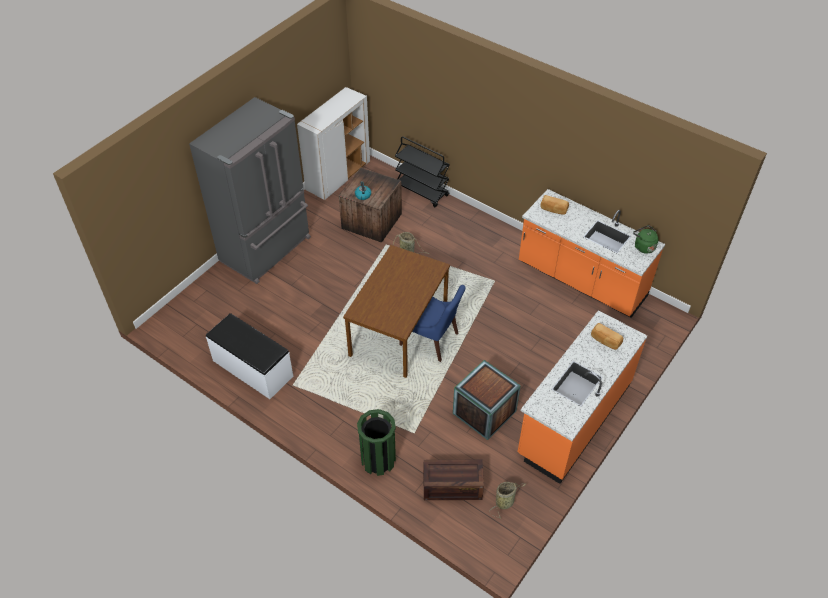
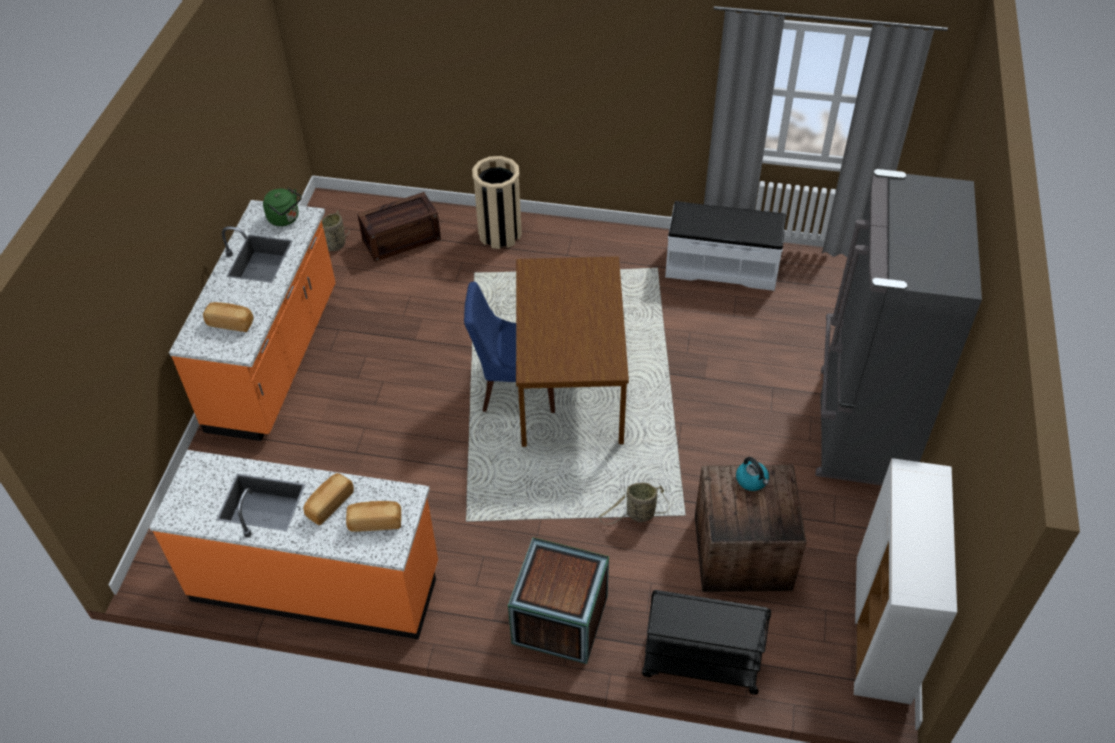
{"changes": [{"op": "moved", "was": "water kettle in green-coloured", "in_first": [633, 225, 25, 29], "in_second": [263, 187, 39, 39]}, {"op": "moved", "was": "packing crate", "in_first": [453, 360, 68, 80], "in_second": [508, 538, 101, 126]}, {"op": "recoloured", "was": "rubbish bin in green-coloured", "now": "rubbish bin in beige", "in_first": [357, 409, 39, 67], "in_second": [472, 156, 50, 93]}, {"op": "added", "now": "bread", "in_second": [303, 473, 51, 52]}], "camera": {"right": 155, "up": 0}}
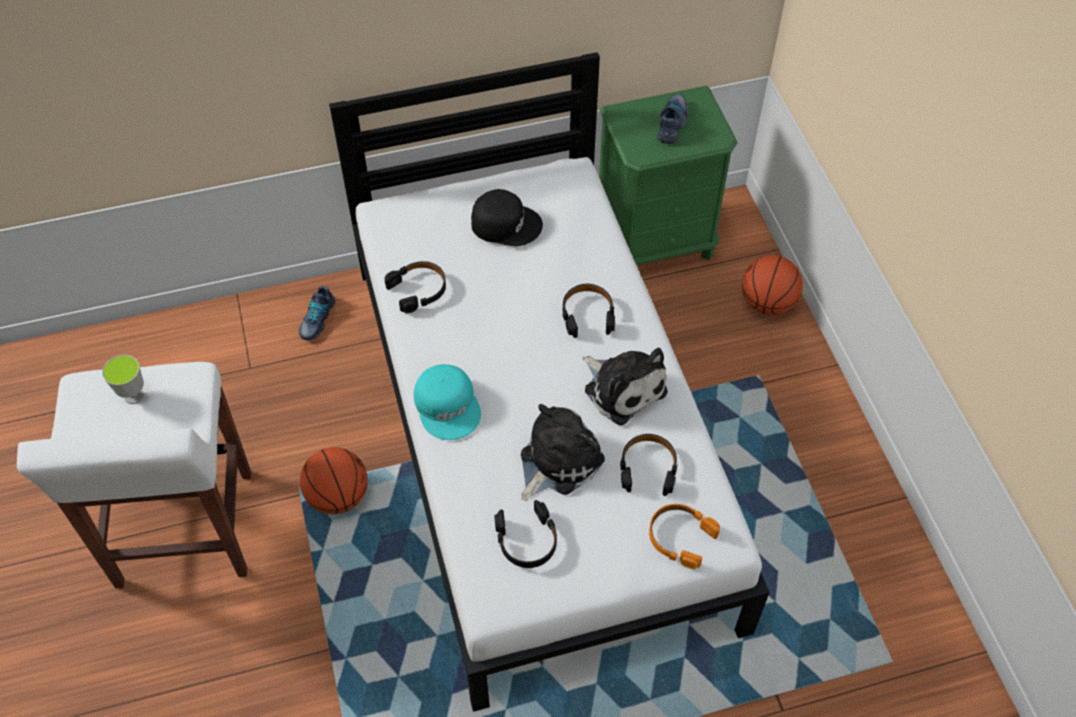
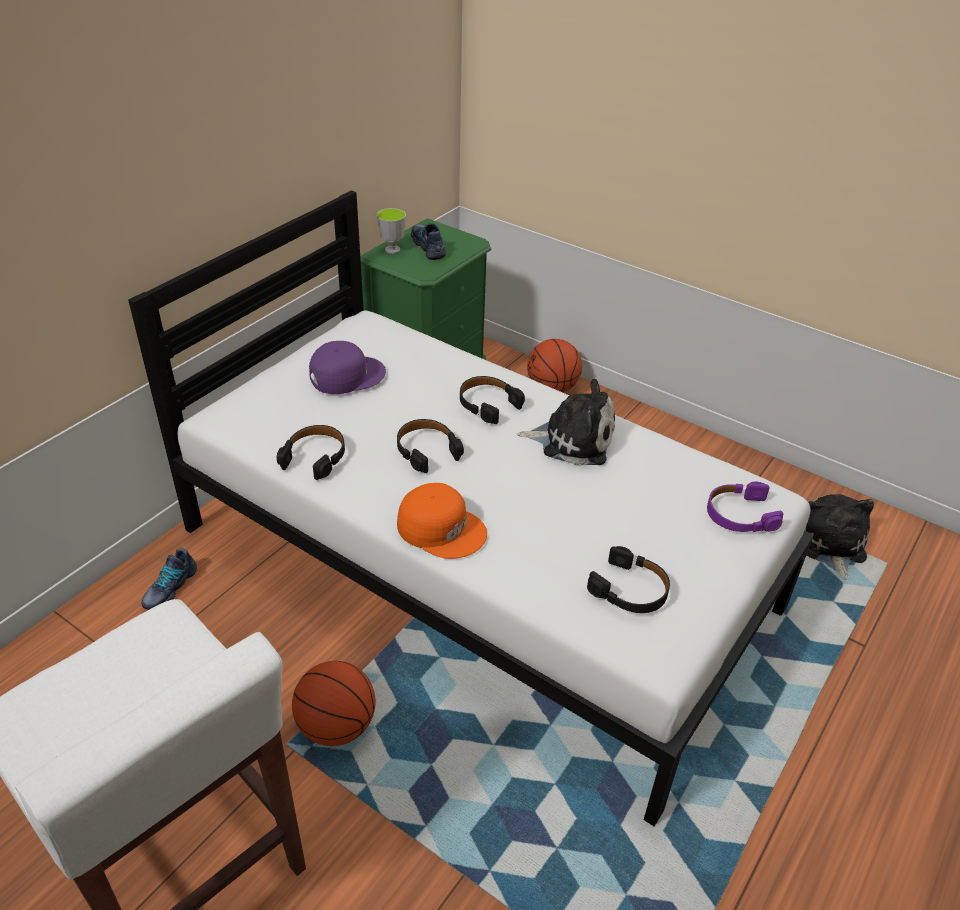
{"changes": [{"op": "recoloured", "was": "cap in black", "now": "cap in purple-coloured", "in_first": [471, 189, 72, 57], "in_second": [309, 341, 77, 53]}, {"op": "turned", "was": "low shoe", "in_first": [299, 286, 36, 54], "in_second": [142, 548, 55, 62], "clockwise": 45}, {"op": "moved", "was": "drinking cup", "in_first": [102, 355, 42, 49], "in_second": [377, 208, 29, 46]}, {"op": "recoloured", "was": "cap in blue-green", "now": "cap in orange", "in_first": [414, 364, 67, 76], "in_second": [397, 483, 90, 76]}, {"op": "moved", "was": "plush toy", "in_first": [521, 404, 84, 97], "in_second": [805, 494, 69, 86]}, {"op": "moved", "was": "pair of headphones in black", "in_first": [620, 434, 58, 62], "in_second": [397, 419, 67, 54]}, {"op": "recoloured", "was": "pair of headphones in orange", "now": "pair of headphones in purple-coloured", "in_first": [649, 504, 71, 65], "in_second": [707, 481, 76, 51]}], "camera": {"right": -40, "up": -15}}
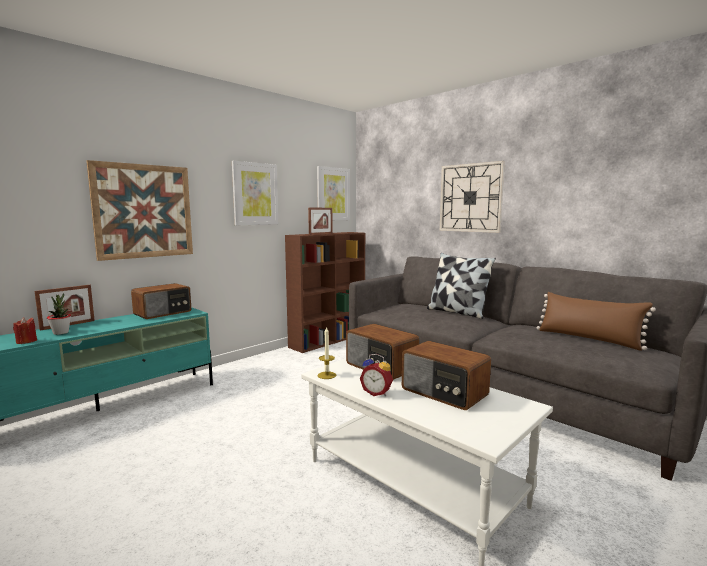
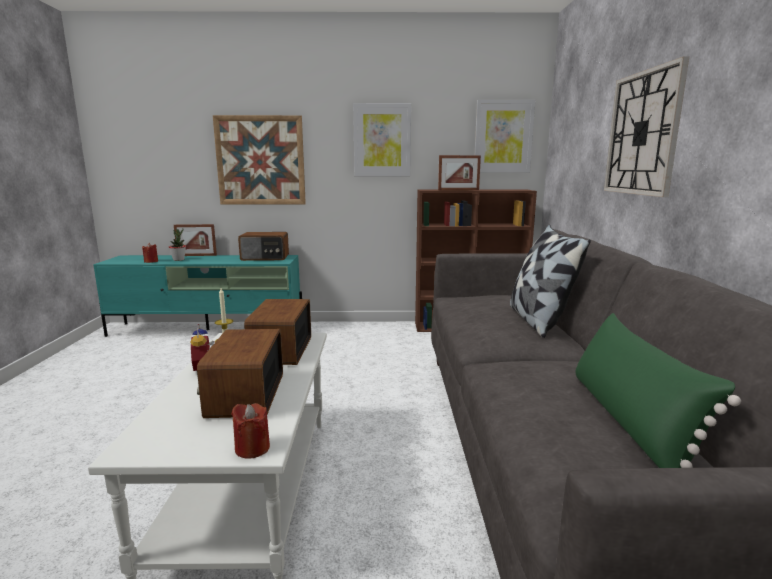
{"changes": [{"op": "recoloured", "was": "cushion in brown", "now": "cushion in green-coloured", "in_first": [536, 292, 120, 59], "in_second": [575, 313, 166, 155]}, {"op": "added", "now": "wax candle in red", "in_second": [231, 403, 39, 56]}], "camera": {"right": 45, "up": 5}}
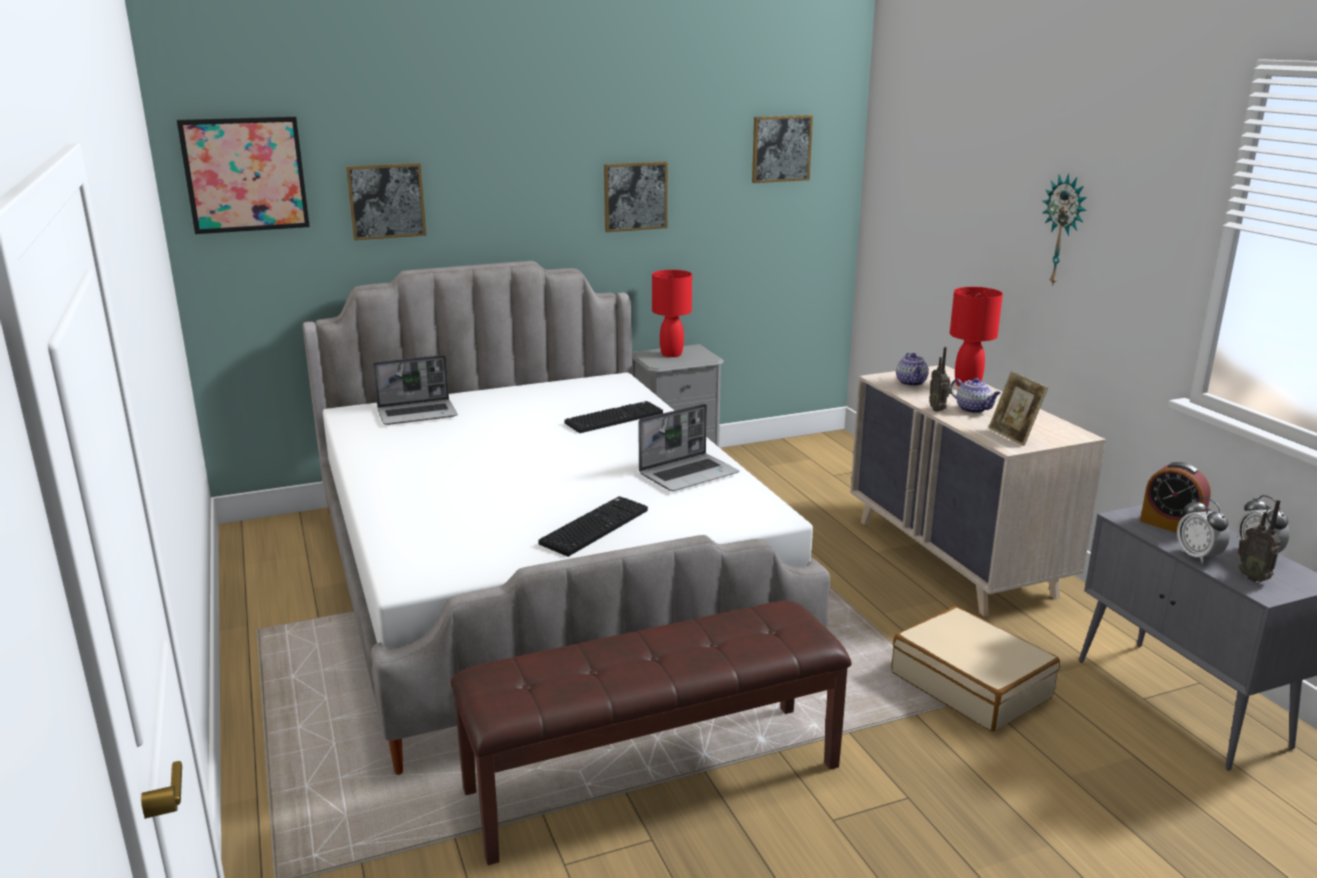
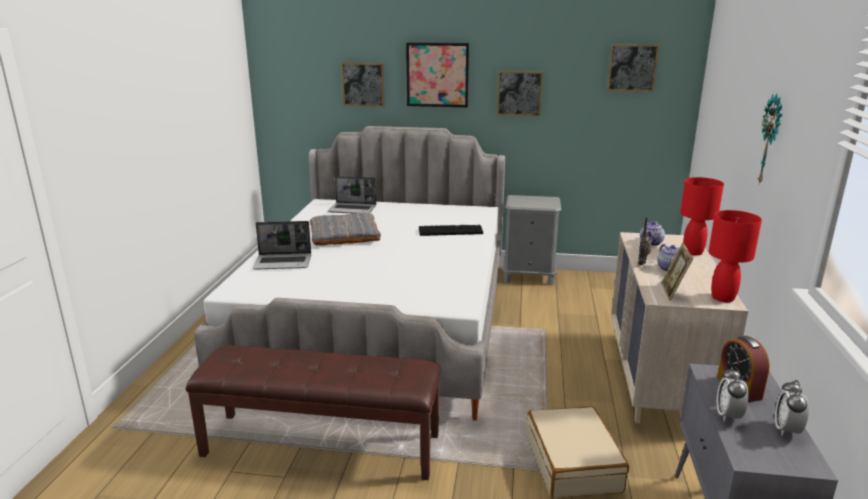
{"changes": [{"op": "moved", "was": "wall picture", "in_first": [177, 117, 133, 117], "in_second": [406, 42, 63, 65]}, {"op": "moved", "was": "lamp for a table in red", "in_first": [652, 270, 40, 87], "in_second": [708, 210, 54, 92]}, {"op": "moved", "was": "laptop", "in_first": [639, 404, 100, 87], "in_second": [253, 221, 58, 48]}, {"op": "removed", "was": "PC keyboard", "in_first": [538, 496, 110, 61]}, {"op": "removed", "was": "radio receiver", "in_first": [1237, 500, 44, 82]}, {"op": "added", "now": "cushion in grey", "in_second": [310, 212, 71, 34]}], "camera": {"right": 30, "up": 0}}
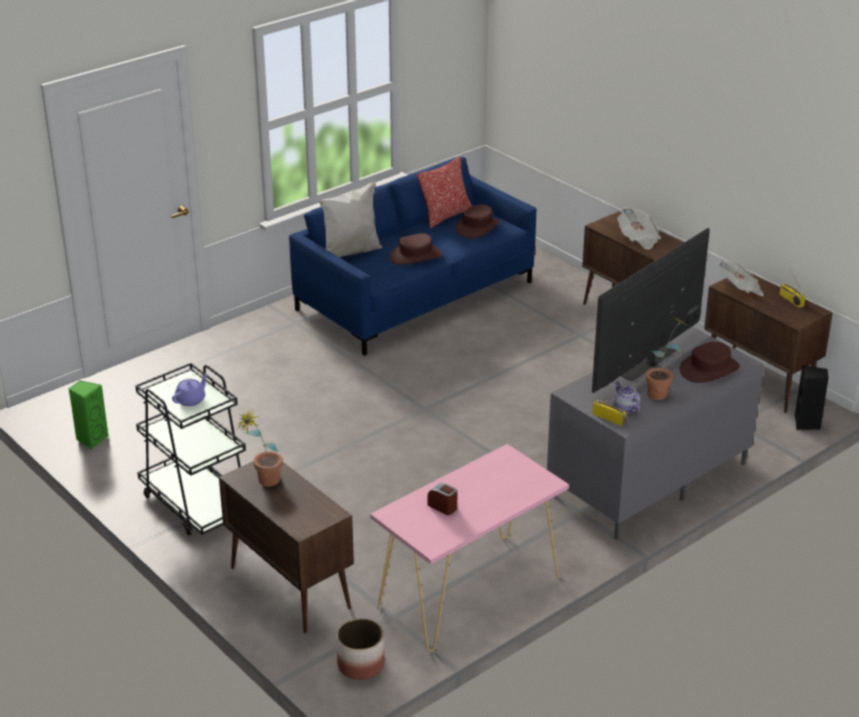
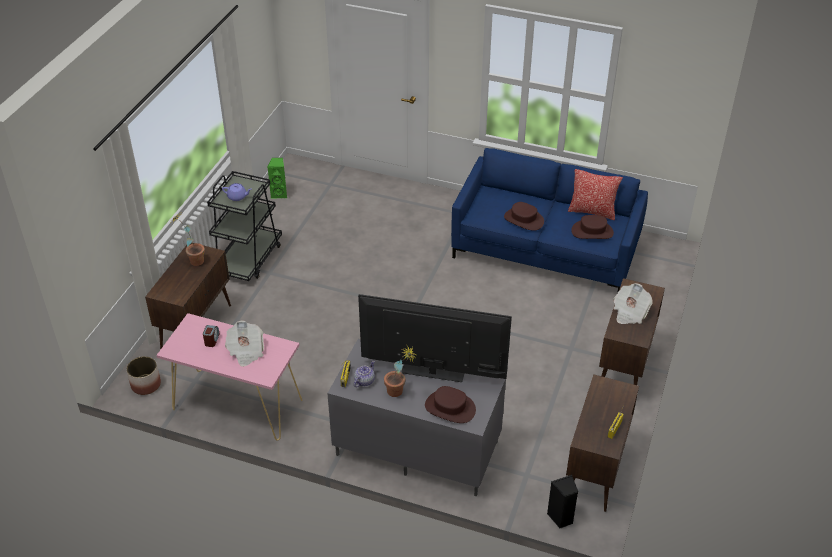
{"changes": [{"op": "removed", "was": "cushion in white", "in_first": [317, 181, 65, 76]}, {"op": "moved", "was": "newspaper", "in_first": [718, 260, 46, 36], "in_second": [225, 320, 39, 47]}], "camera": {"right": 60, "up": 10}}
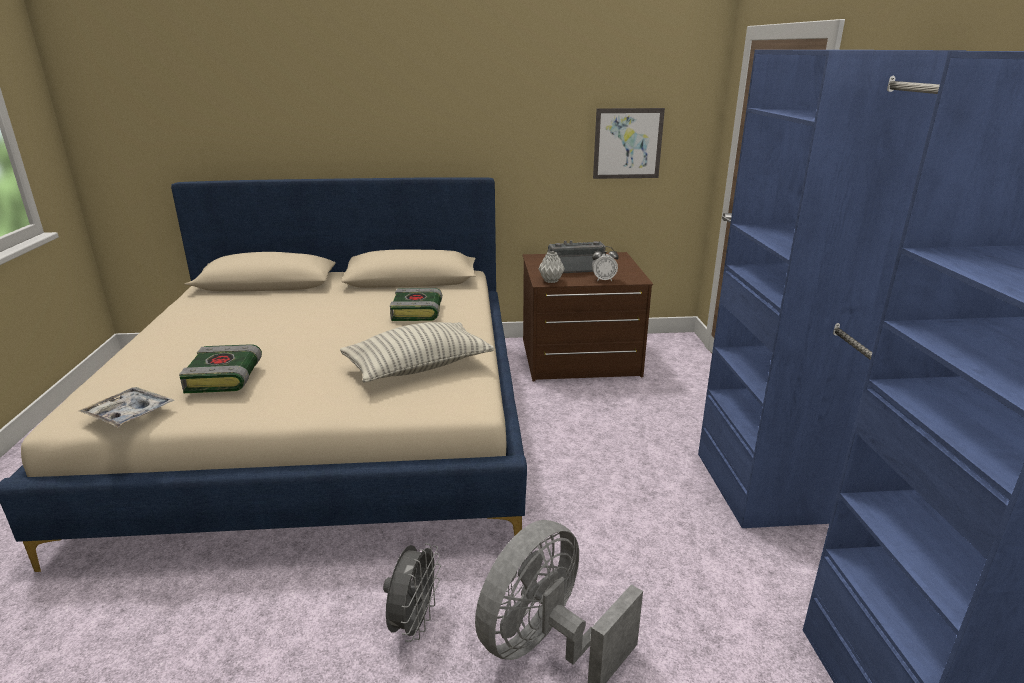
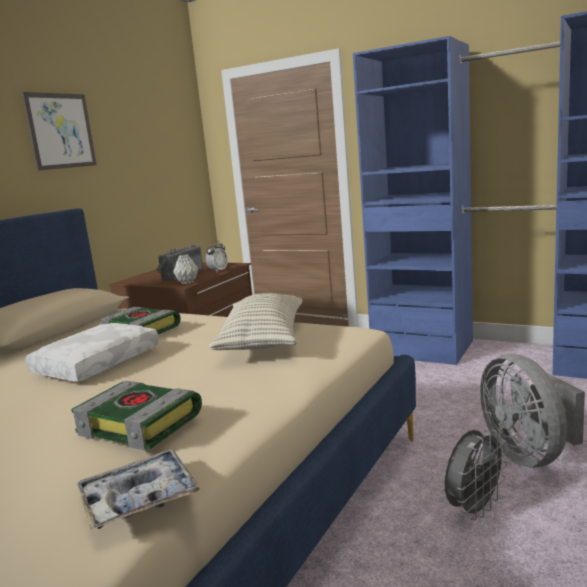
{"changes": [{"op": "moved", "was": "wall picture", "in_first": [593, 108, 72, 71], "in_second": [22, 92, 75, 79]}, {"op": "turned", "was": "electric fan in grey", "in_first": [383, 543, 58, 99], "in_second": [445, 430, 63, 90], "clockwise": 90}, {"op": "added", "now": "cushion in white", "in_second": [26, 323, 133, 59]}], "camera": {"right": -55, "up": -10}}
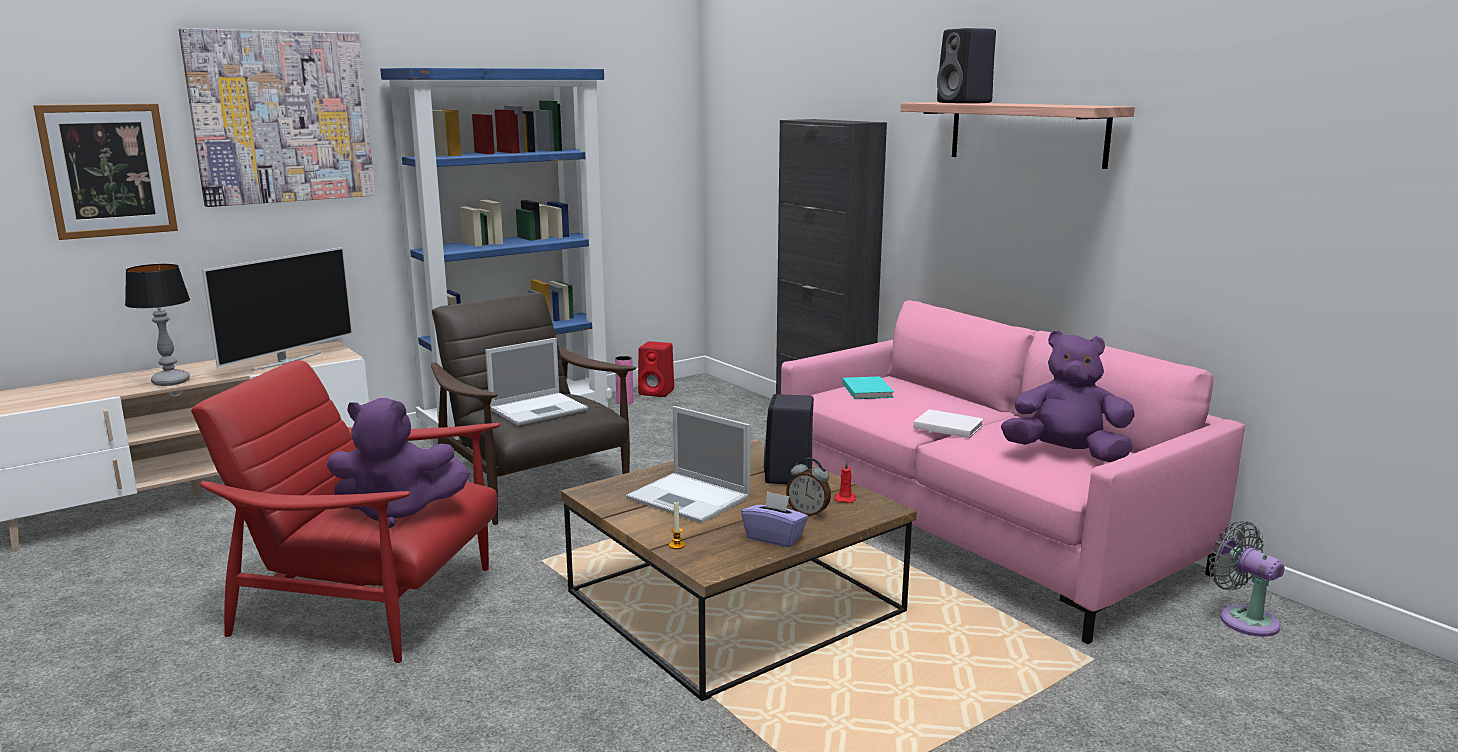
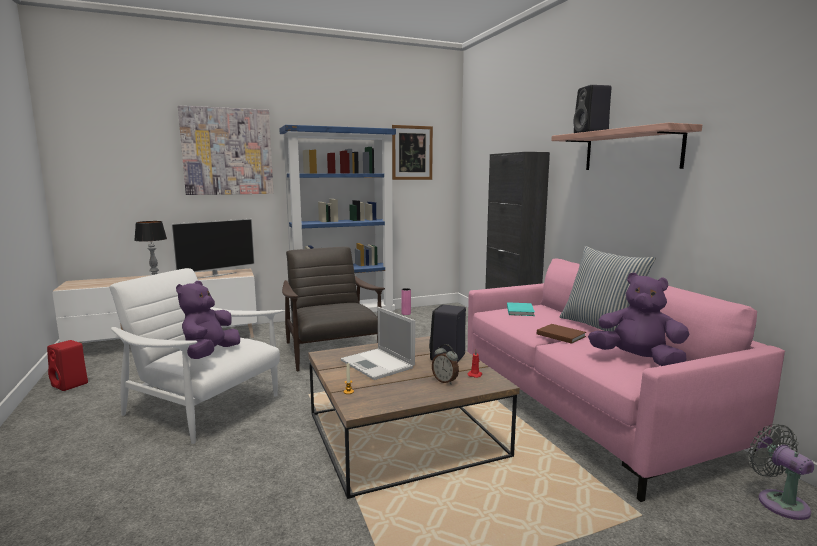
{"changes": [{"op": "moved", "was": "wall picture", "in_first": [33, 104, 145, 136], "in_second": [392, 125, 41, 55]}, {"op": "removed", "was": "laptop", "in_first": [485, 338, 103, 88]}, {"op": "moved", "was": "audio speaker in red", "in_first": [638, 341, 36, 56], "in_second": [47, 340, 41, 51]}, {"op": "recoloured", "was": "easy chair in red", "now": "easy chair in white", "in_first": [191, 360, 309, 303], "in_second": [109, 268, 174, 176]}, {"op": "turned", "was": "plush toy in purple-coloured", "in_first": [327, 398, 143, 130], "in_second": [176, 281, 64, 78], "clockwise": 90}, {"op": "recoloured", "was": "bound book in white", "now": "bound book in brown", "in_first": [913, 409, 71, 29], "in_second": [537, 324, 49, 20]}, {"op": "removed", "was": "tissue box in purple-coloured", "in_first": [741, 491, 67, 57]}, {"op": "added", "now": "cushion", "in_second": [560, 246, 96, 85]}], "camera": {"right": 15, "up": -5}}
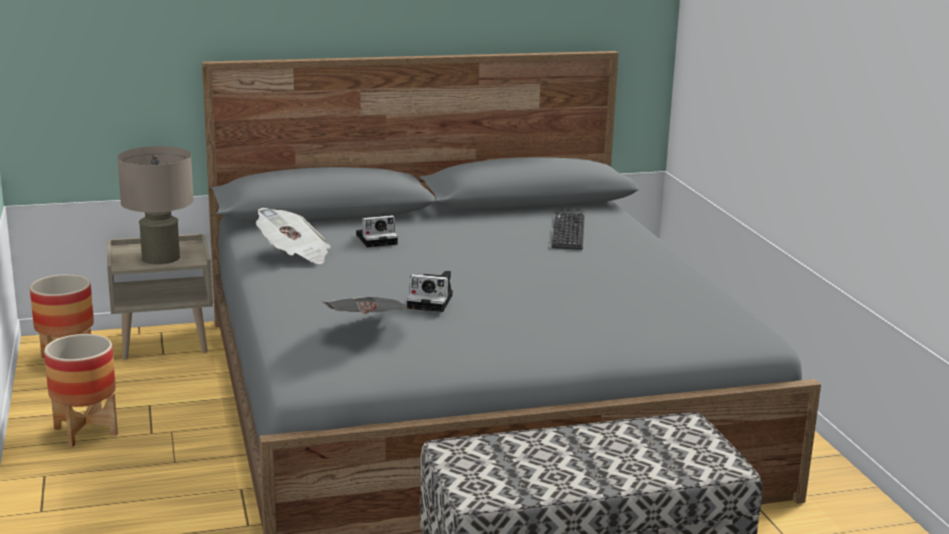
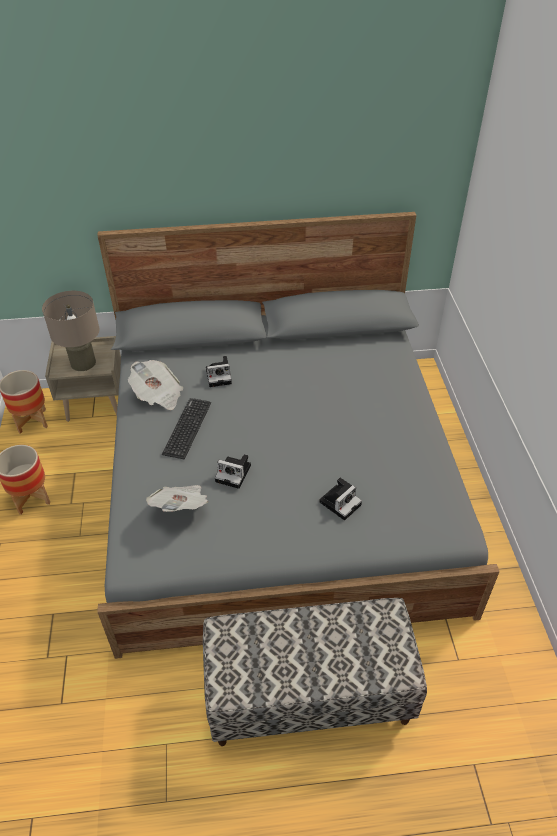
{"changes": [{"op": "moved", "was": "PC keyboard", "in_first": [551, 212, 34, 38], "in_second": [162, 398, 49, 61]}, {"op": "added", "now": "photo camera", "in_second": [319, 478, 43, 42]}], "camera": {"right": 10, "up": 25}}
